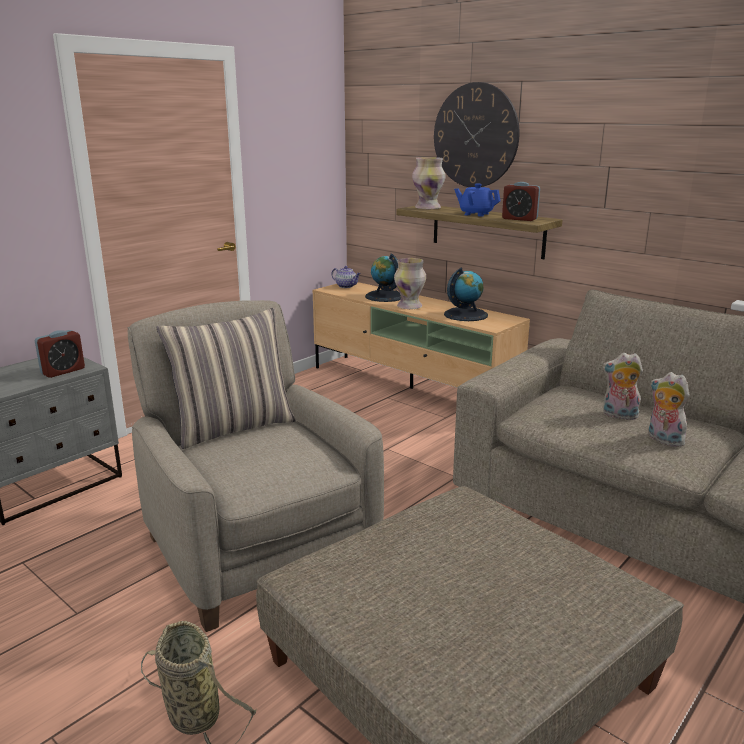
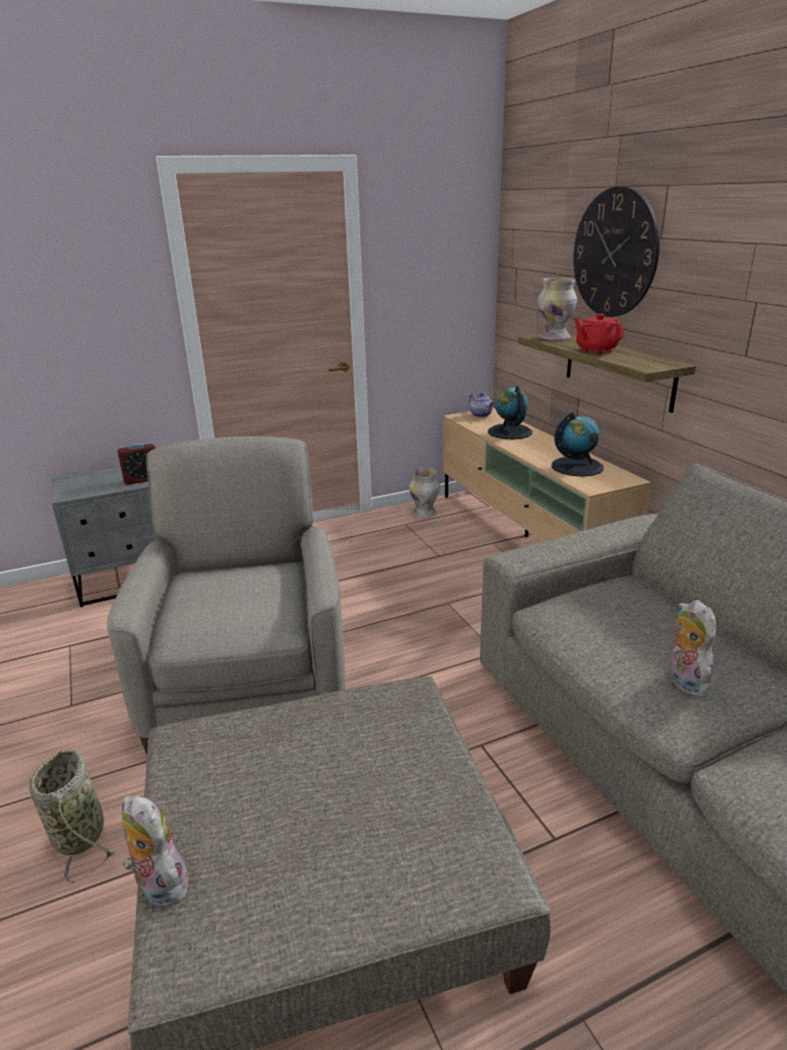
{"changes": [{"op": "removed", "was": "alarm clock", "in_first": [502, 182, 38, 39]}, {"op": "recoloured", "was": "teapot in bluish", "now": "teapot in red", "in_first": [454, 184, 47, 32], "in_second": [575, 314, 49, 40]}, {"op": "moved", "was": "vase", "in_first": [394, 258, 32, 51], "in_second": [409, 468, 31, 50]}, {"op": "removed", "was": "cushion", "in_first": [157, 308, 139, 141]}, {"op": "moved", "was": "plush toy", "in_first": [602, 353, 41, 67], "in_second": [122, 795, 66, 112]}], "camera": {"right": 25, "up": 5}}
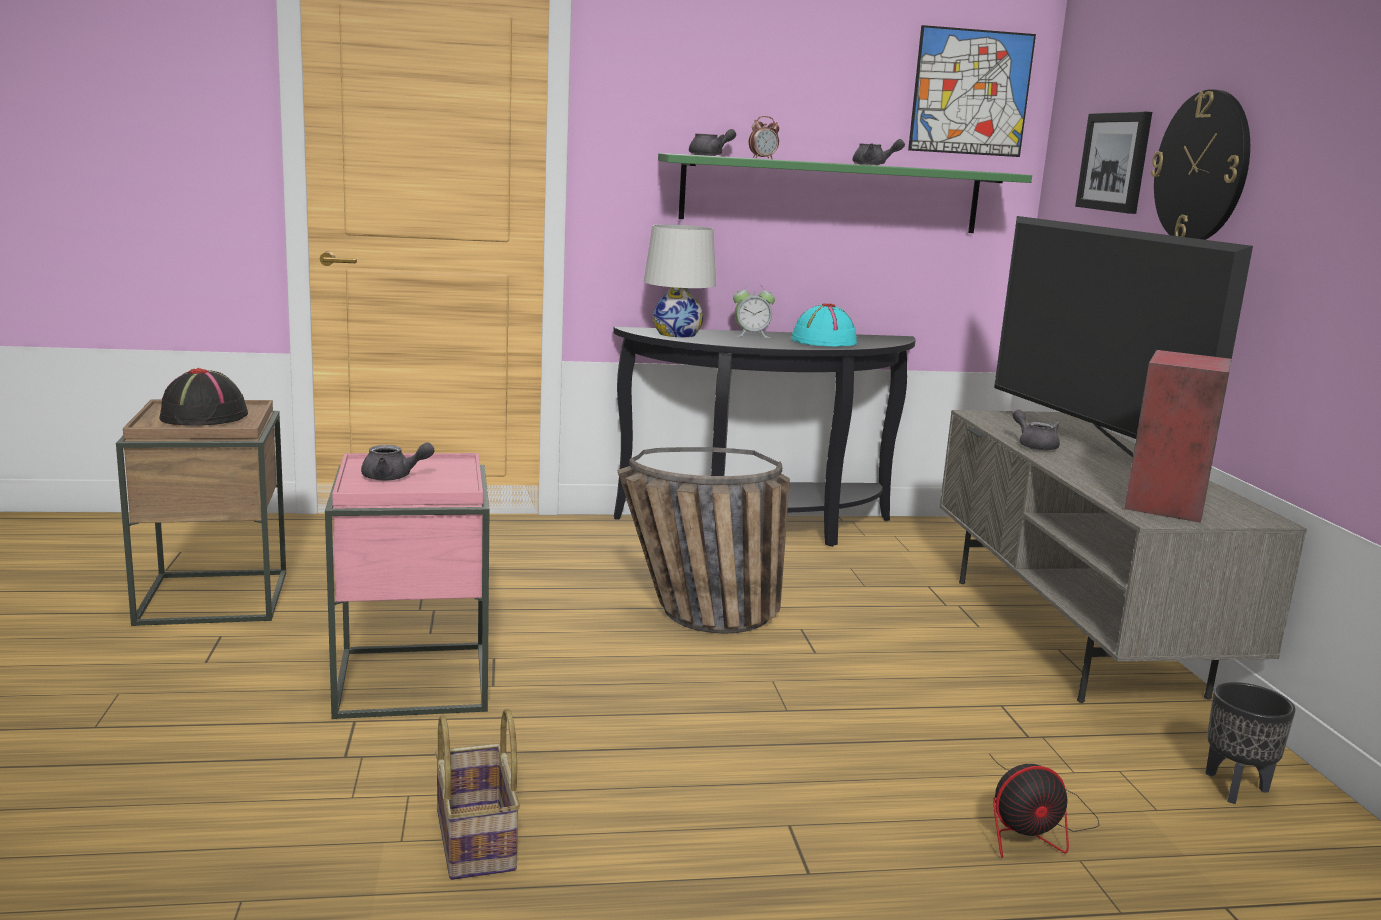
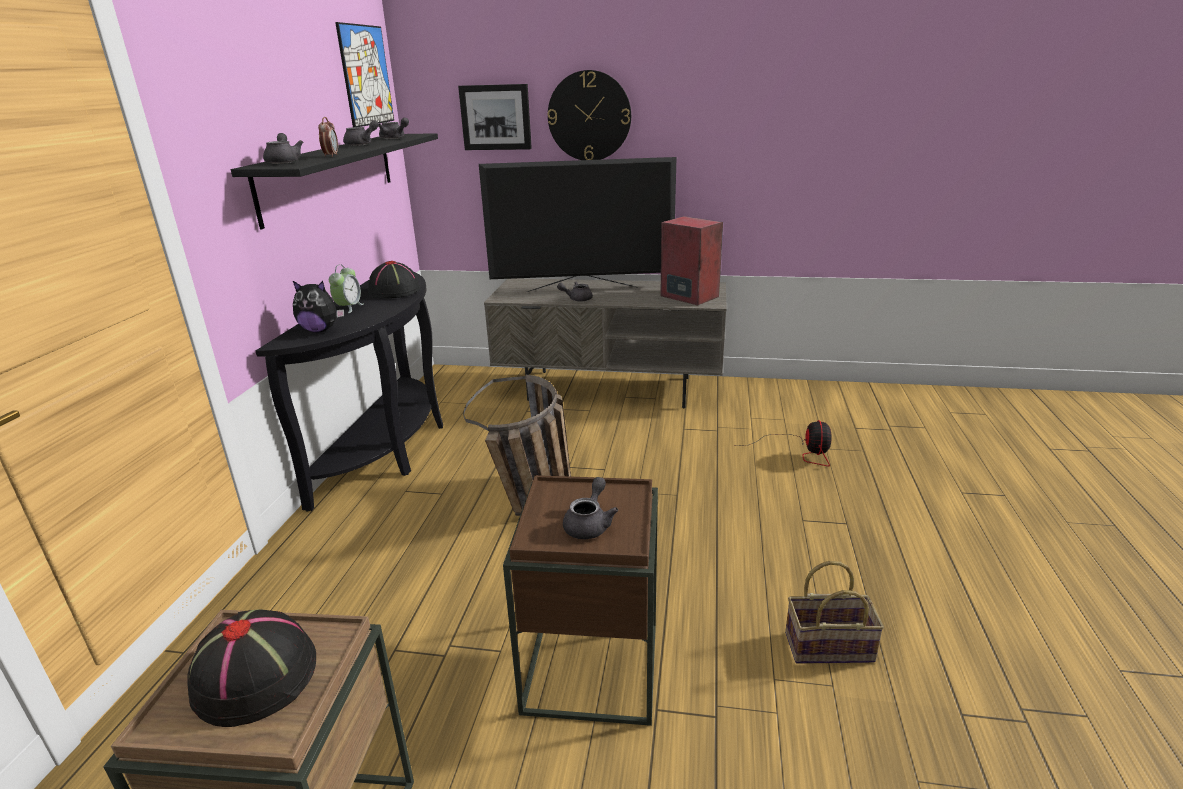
{"changes": [{"op": "recoloured", "was": "wall shelf in green-coloured", "now": "wall shelf in black", "in_first": [658, 153, 374, 80], "in_second": [231, 133, 207, 96]}, {"op": "replaced", "was": "lamp for a table in white", "now": "plush toy", "in_first": [644, 224, 72, 113], "in_second": [293, 281, 51, 52]}, {"op": "recoloured", "was": "clothing hat in blue-green", "now": "clothing hat in black", "in_first": [791, 303, 66, 44], "in_second": [368, 261, 52, 38]}, {"op": "recoloured", "was": "side table in pink-coloured", "now": "side table in brown", "in_first": [325, 453, 165, 266], "in_second": [503, 475, 155, 251]}, {"op": "removed", "was": "flower pot in black", "in_first": [1206, 682, 89, 122]}, {"op": "added", "now": "teapot in grey", "in_second": [378, 118, 31, 21]}], "camera": {"right": -70, "up": 10}}
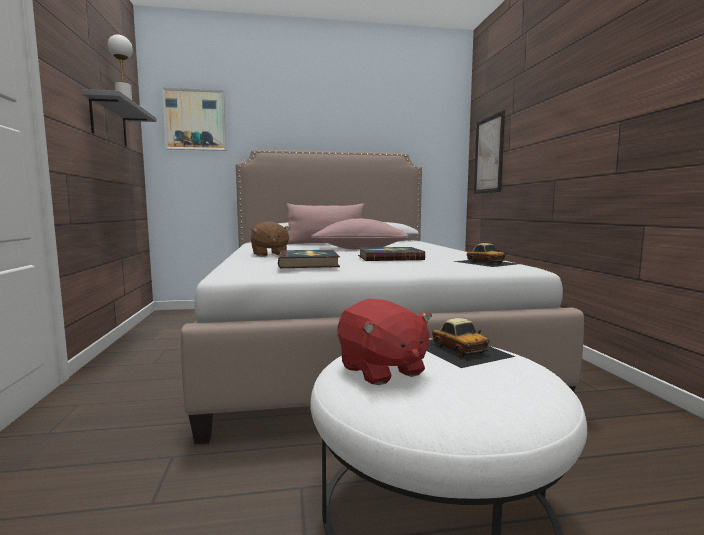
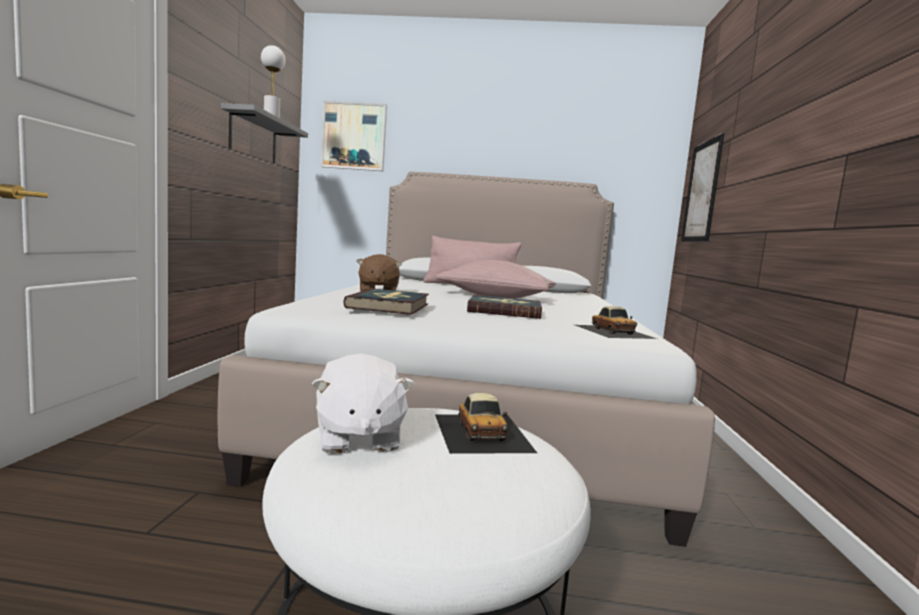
{"changes": [{"op": "recoloured", "was": "plush toy in red", "now": "plush toy in white", "in_first": [337, 299, 95, 86], "in_second": [312, 353, 103, 101]}], "camera": {"right": 15, "up": 0}}
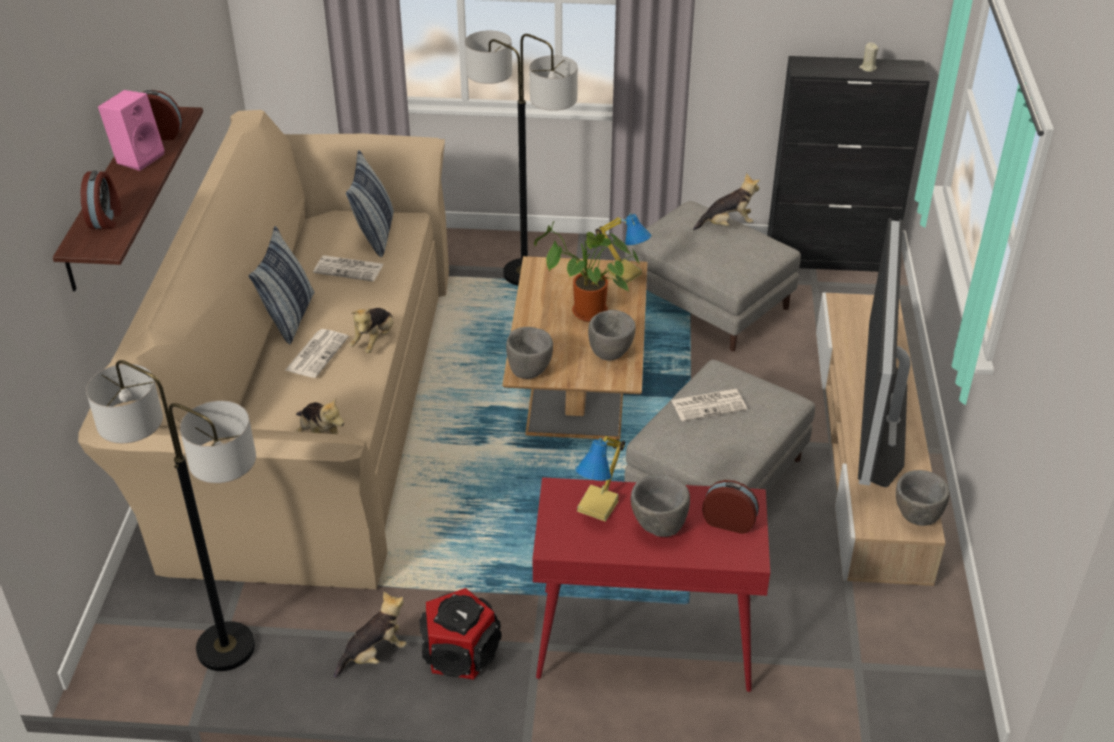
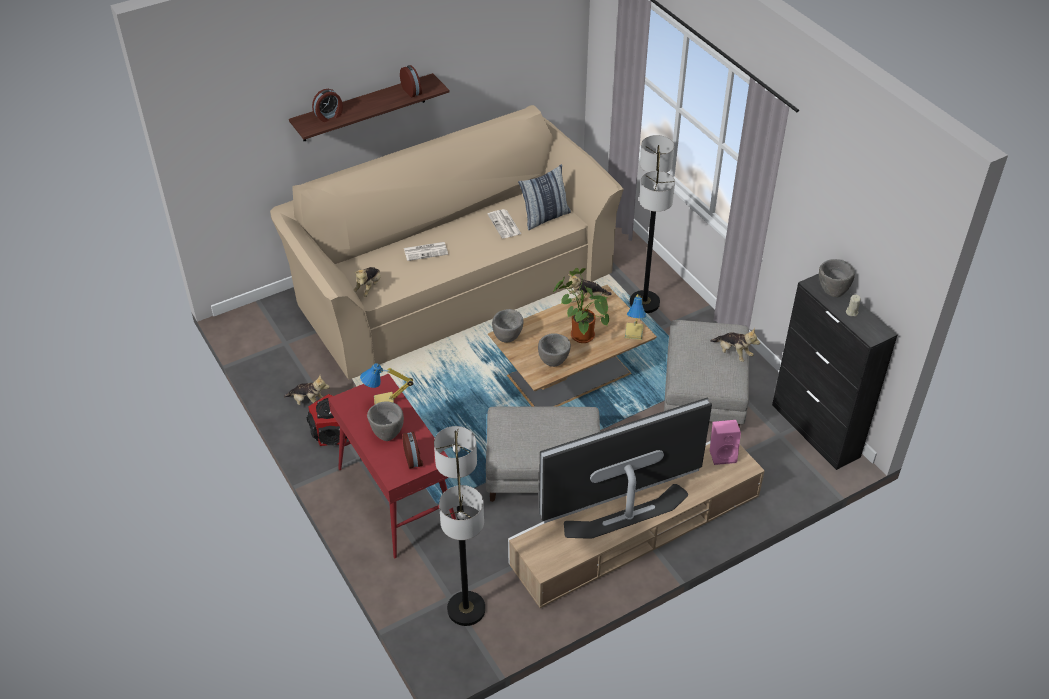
{"changes": [{"op": "moved", "was": "audio speaker in pink-coloured", "in_first": [98, 90, 66, 81], "in_second": [710, 420, 31, 45]}, {"op": "removed", "was": "cushion", "in_first": [249, 226, 66, 118]}, {"op": "moved", "was": "plush toy", "in_first": [349, 308, 44, 45], "in_second": [566, 274, 46, 29]}, {"op": "moved", "was": "floor lamp", "in_first": [86, 360, 170, 311], "in_second": [434, 426, 51, 200]}, {"op": "removed", "was": "newspaper", "in_first": [671, 389, 76, 33]}, {"op": "moved", "was": "serving bowl in grey", "in_first": [896, 470, 54, 56], "in_second": [819, 259, 36, 39]}], "camera": {"right": 55, "up": 5}}
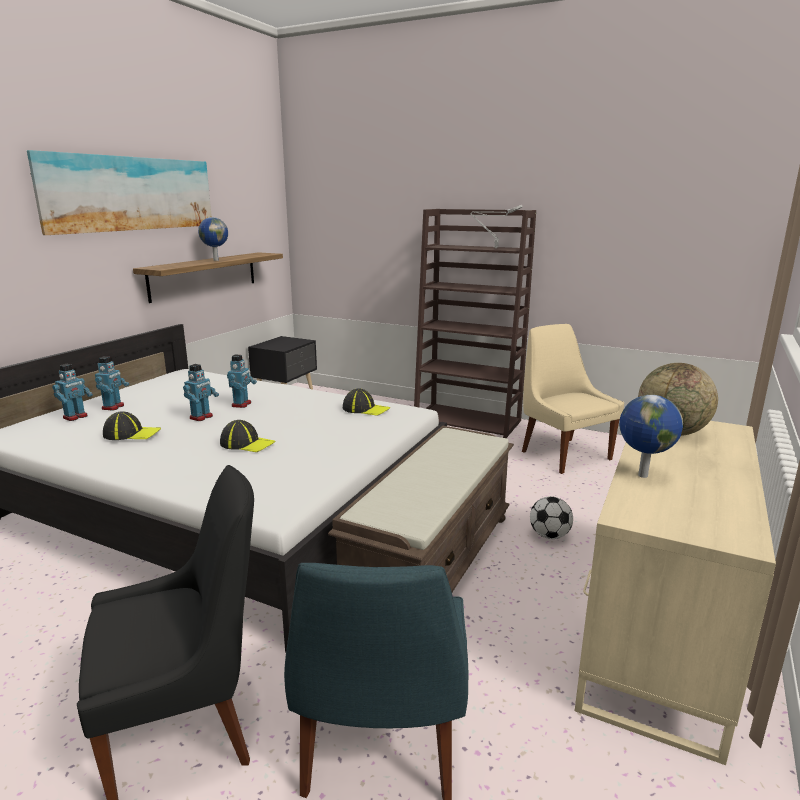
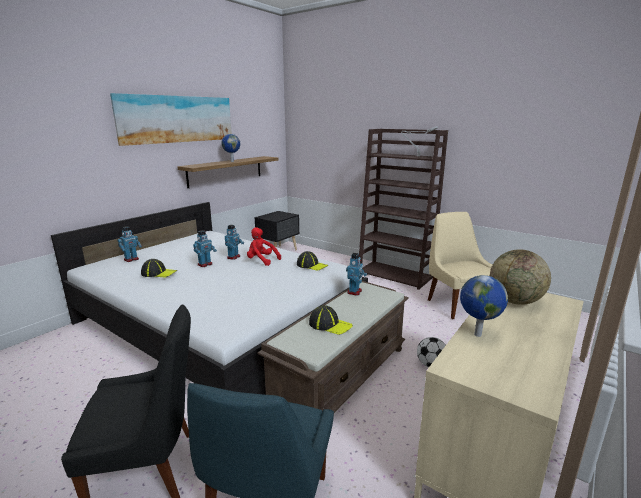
{"changes": [{"op": "moved", "was": "model robot", "in_first": [95, 356, 34, 54], "in_second": [346, 253, 21, 43]}, {"op": "moved", "was": "cap", "in_first": [220, 420, 56, 32], "in_second": [309, 305, 44, 30]}, {"op": "added", "now": "plush toy in red", "in_second": [247, 227, 34, 39]}], "camera": {"right": 10, "up": 0}}
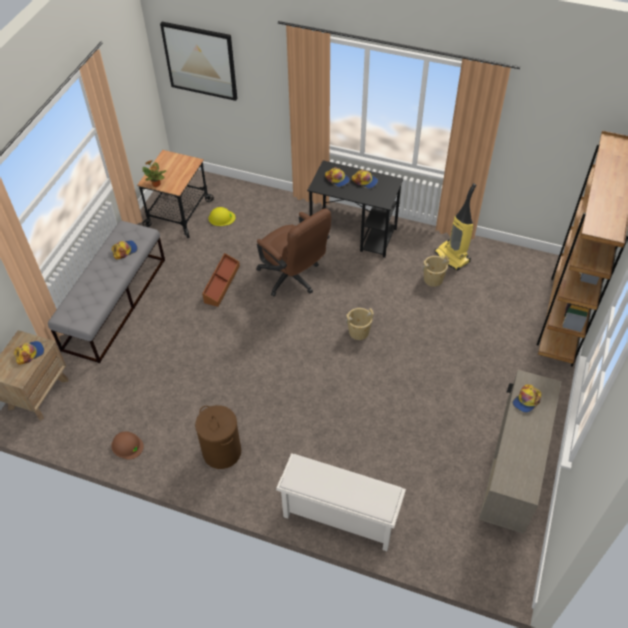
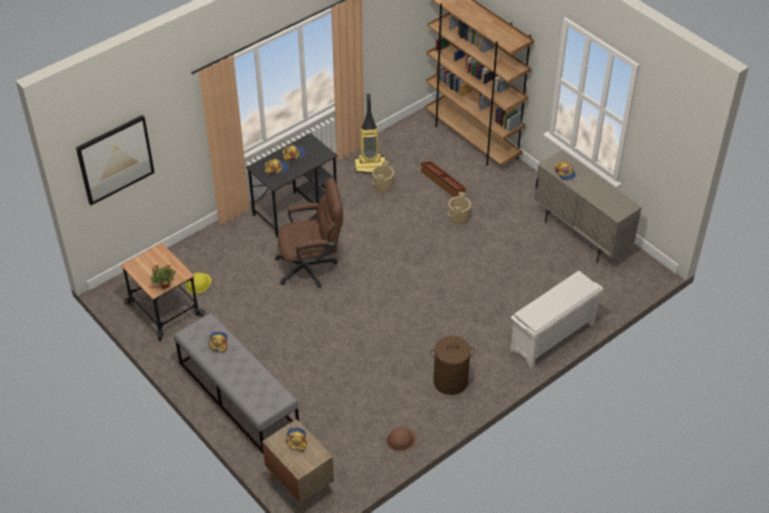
{"changes": [{"op": "moved", "was": "storage bin in brown", "in_first": [202, 253, 38, 54], "in_second": [421, 161, 45, 36]}, {"op": "moved", "was": "water bucket in beige", "in_first": [346, 308, 28, 32], "in_second": [448, 192, 23, 33]}], "camera": {"right": -60, "up": -5}}
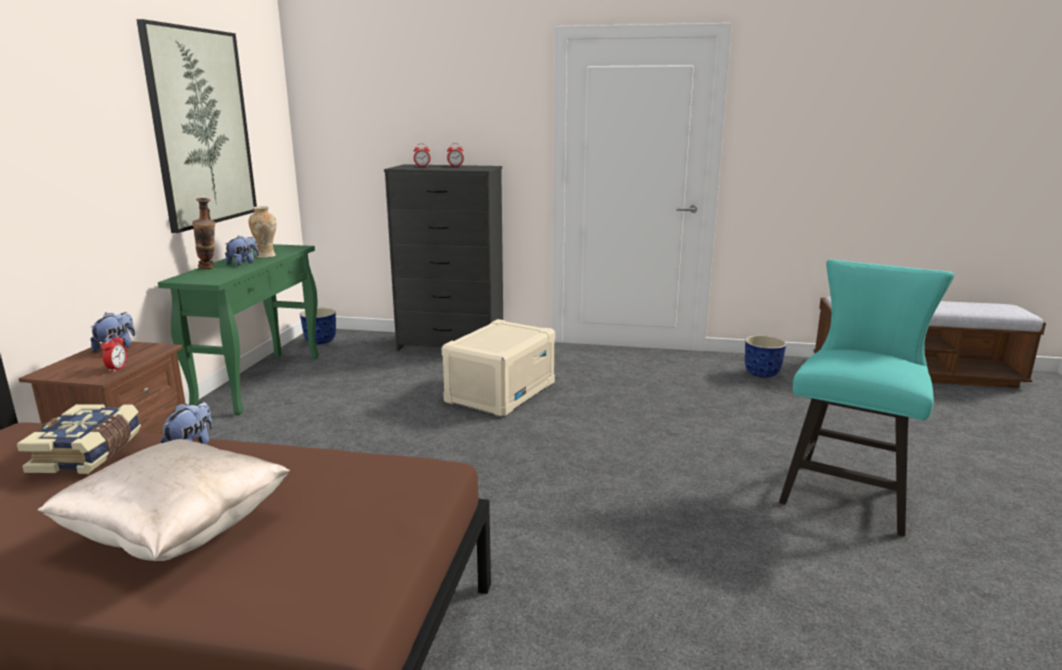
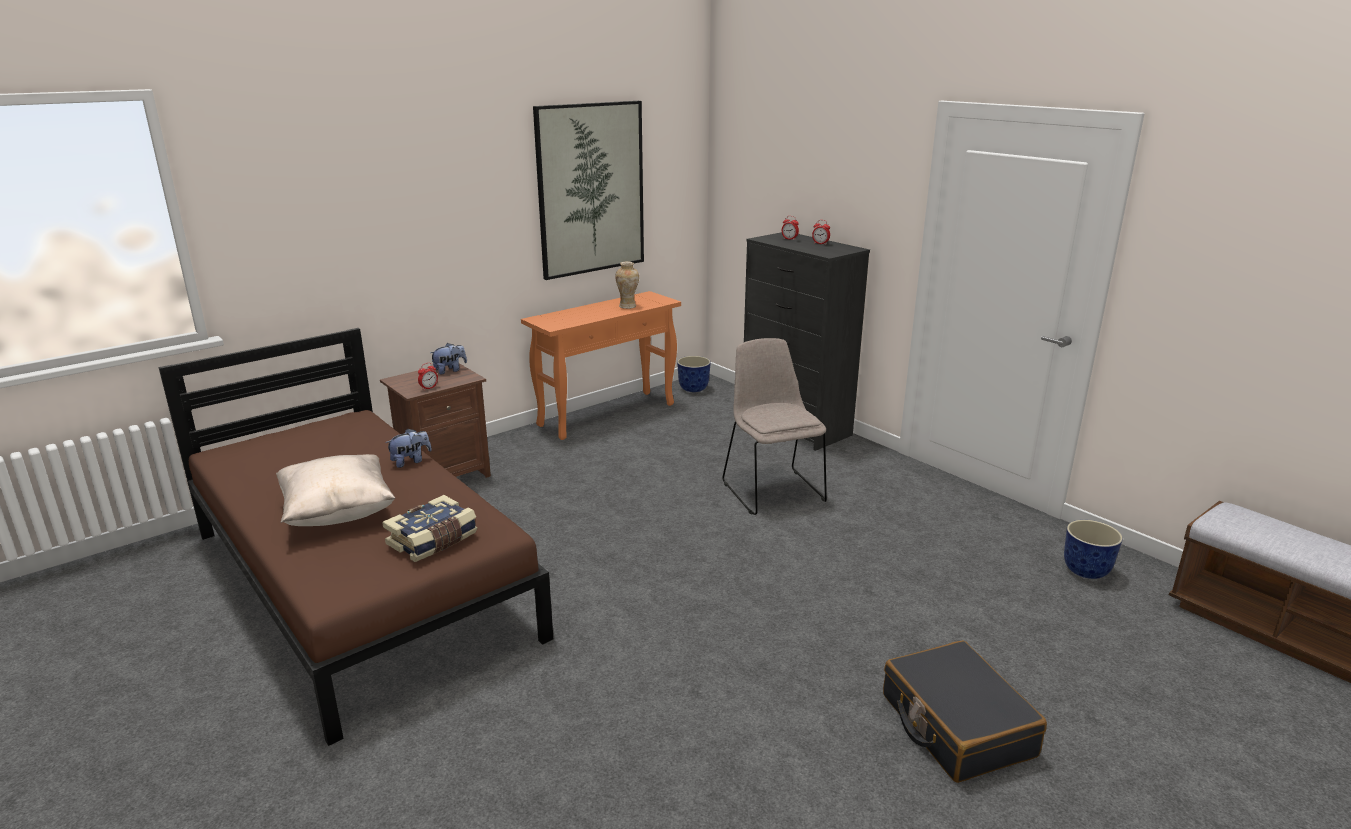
{"changes": [{"op": "removed", "was": "vase", "in_first": [192, 198, 23, 71]}, {"op": "removed", "was": "plush toy", "in_first": [225, 236, 34, 30]}, {"op": "recoloured", "was": "hall table in green-coloured", "now": "hall table in orange", "in_first": [158, 244, 161, 171], "in_second": [521, 291, 160, 149]}, {"op": "replaced", "was": "plain chair in blue-green", "now": "piece of luggage in black", "in_first": [779, 259, 175, 277], "in_second": [883, 640, 164, 143]}, {"op": "replaced", "was": "storage bin in beige", "now": "plain chair in beige", "in_first": [442, 319, 113, 98], "in_second": [722, 338, 105, 177]}, {"op": "moved", "was": "bound book", "in_first": [17, 404, 124, 70], "in_second": [382, 495, 95, 67]}], "camera": {"right": 40, "up": 5}}
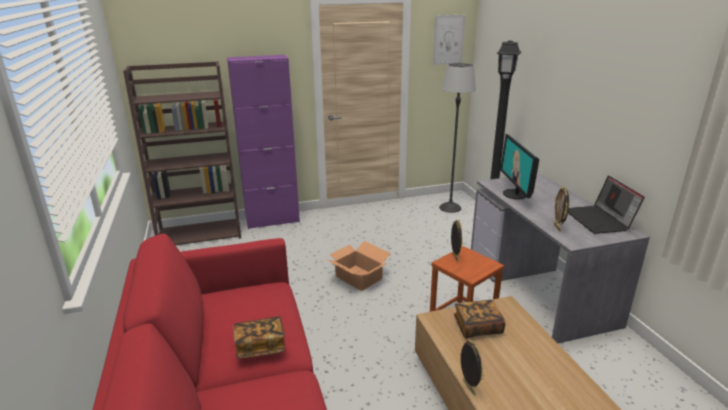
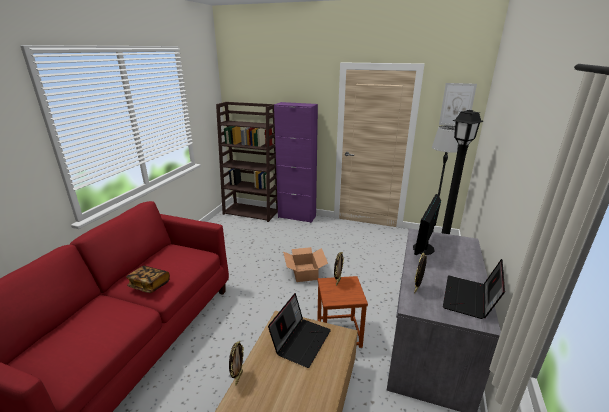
{"changes": [{"op": "replaced", "was": "bound book", "now": "laptop", "in_first": [454, 300, 52, 38], "in_second": [268, 293, 63, 75]}], "camera": {"right": 35, "up": 0}}
